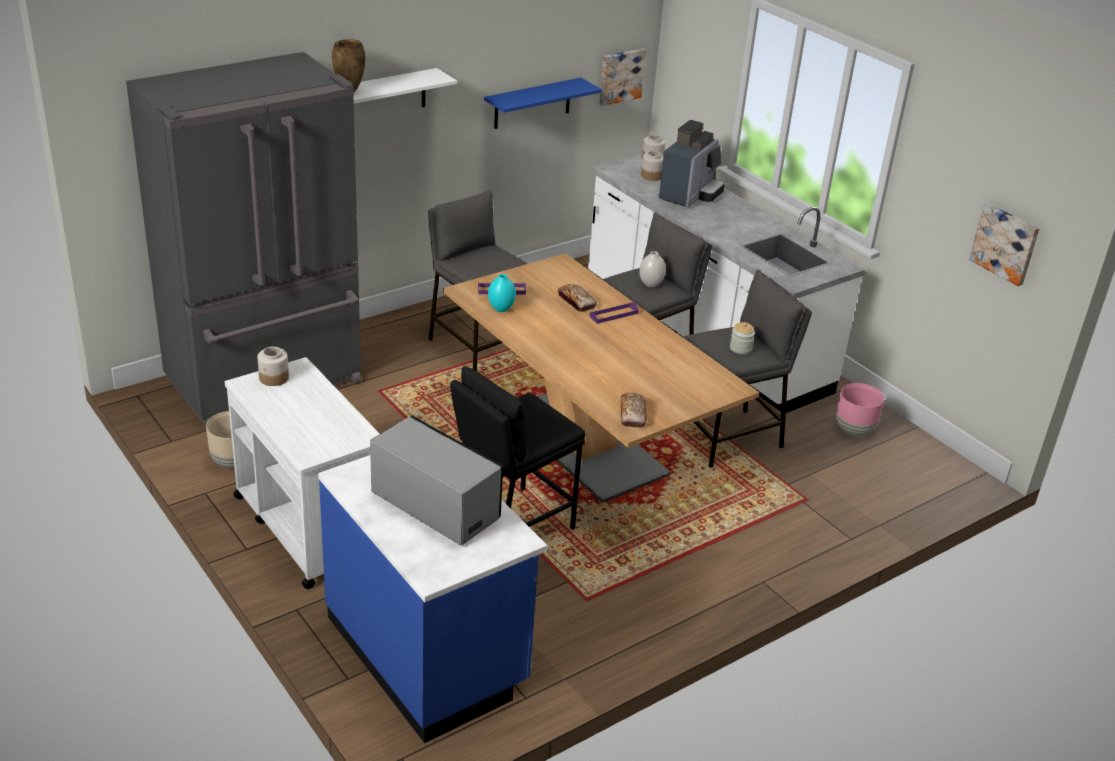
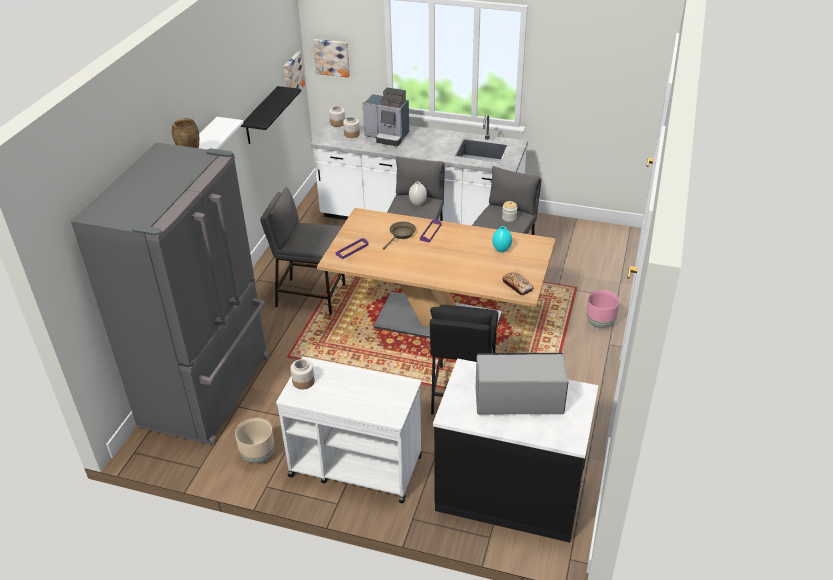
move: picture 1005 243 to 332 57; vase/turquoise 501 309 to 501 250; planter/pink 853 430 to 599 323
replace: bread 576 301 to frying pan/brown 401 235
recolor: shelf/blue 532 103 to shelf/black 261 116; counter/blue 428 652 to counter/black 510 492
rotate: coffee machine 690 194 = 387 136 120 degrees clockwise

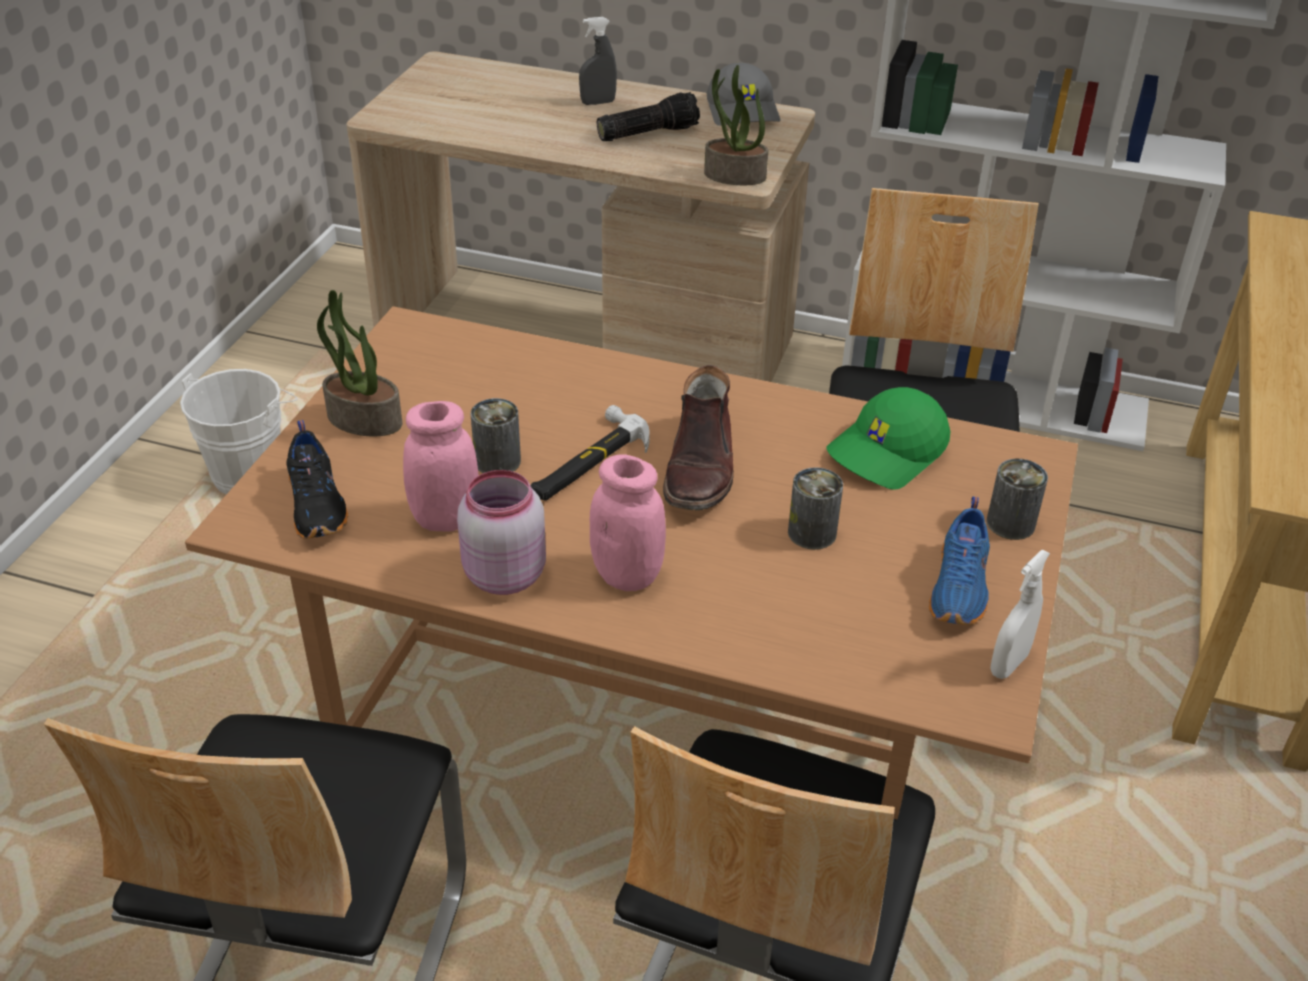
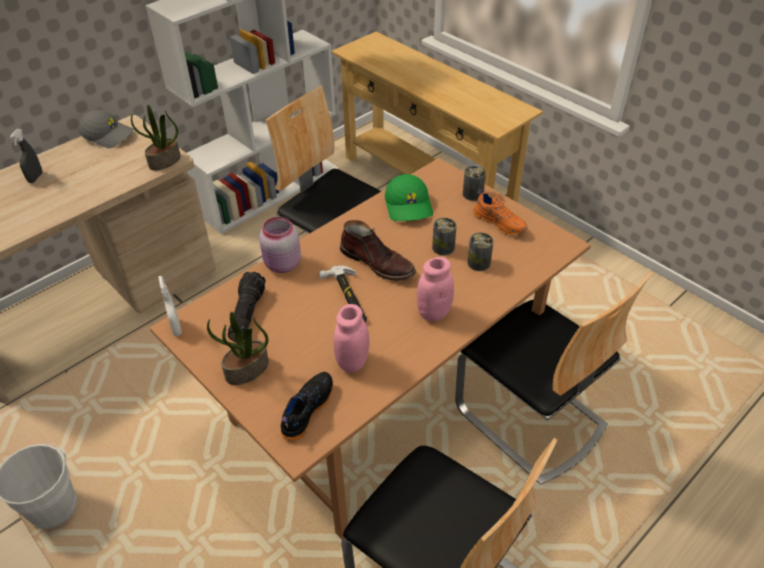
move: spray bottle/white 1009 664 to 176 328; flashlight 647 132 to 246 314; jar/pink 502 575 to 282 265; can 497 461 to 478 263
recolor: shoe/blue 961 588 to shoe/orange 500 222
rotate: shoe/black 318 505 = 306 410 75 degrees counterclockwise

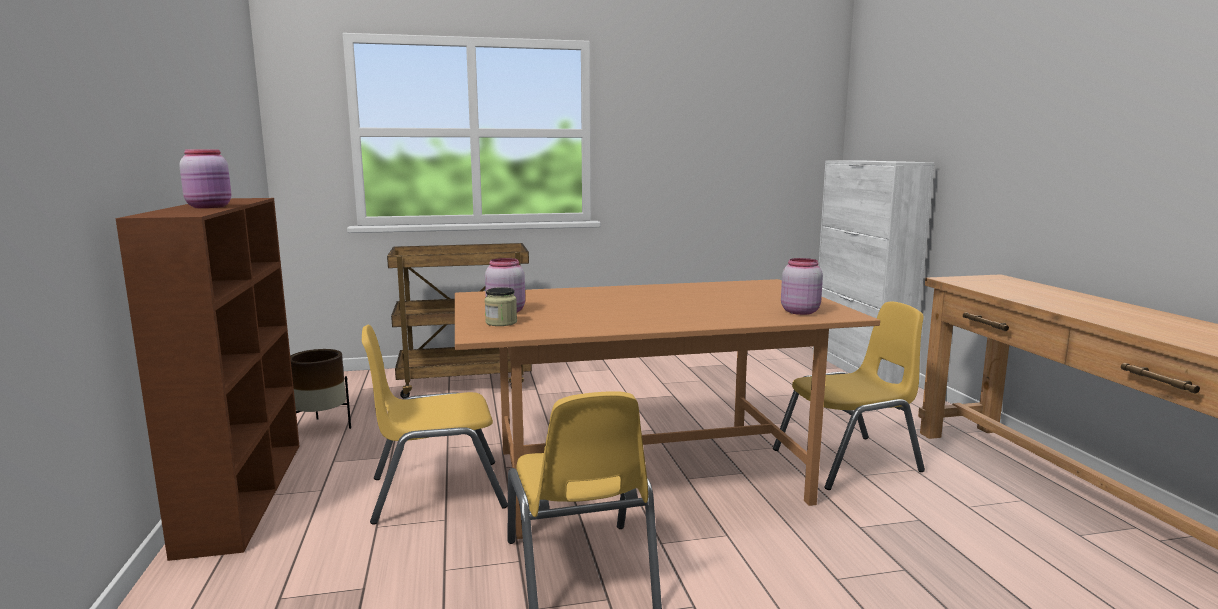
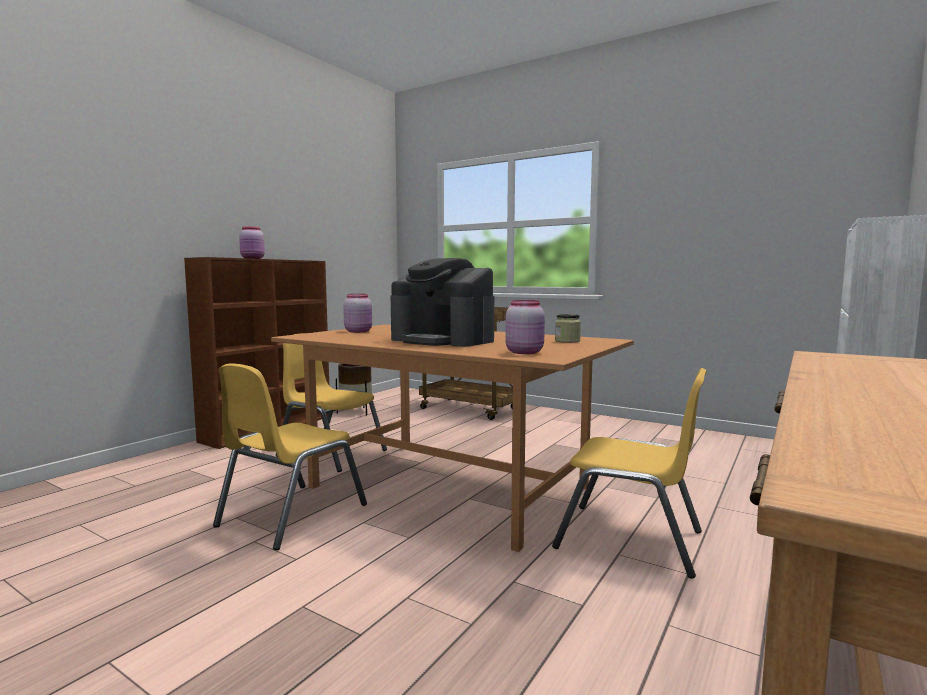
insert: coffee machine 443 340
move: jar 501 322 to 567 341

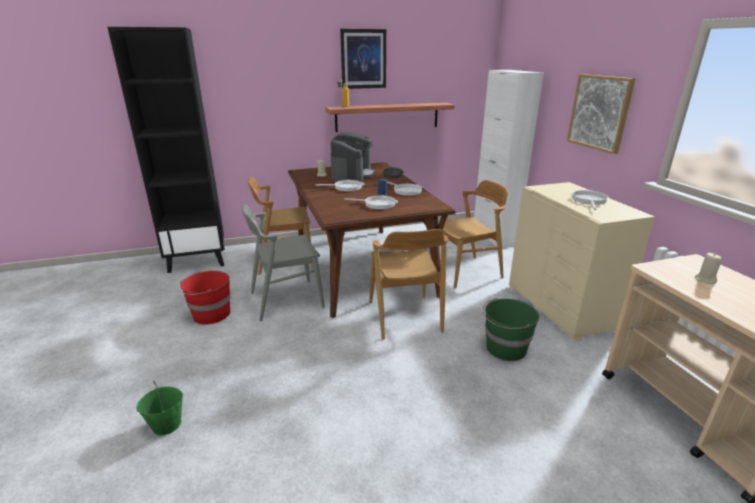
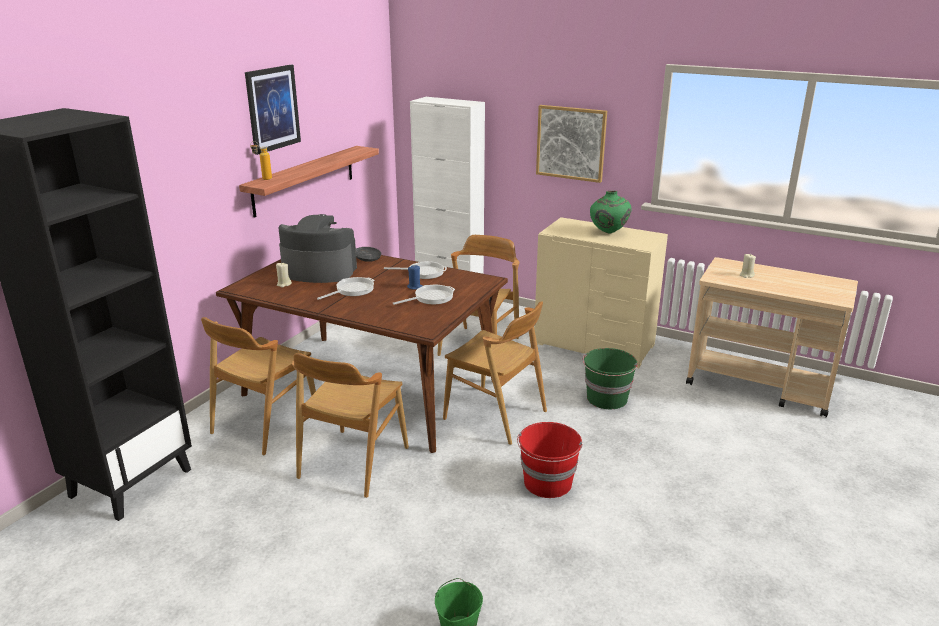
move: bucket/red 210 315 to 548 483
replace: frying pan 589 200 to vase/green 608 233
recolor: chair/grey 286 299 to chair/brown 353 462
rotate: coffee machine 352 174 = 319 271 45 degrees counterclockwise

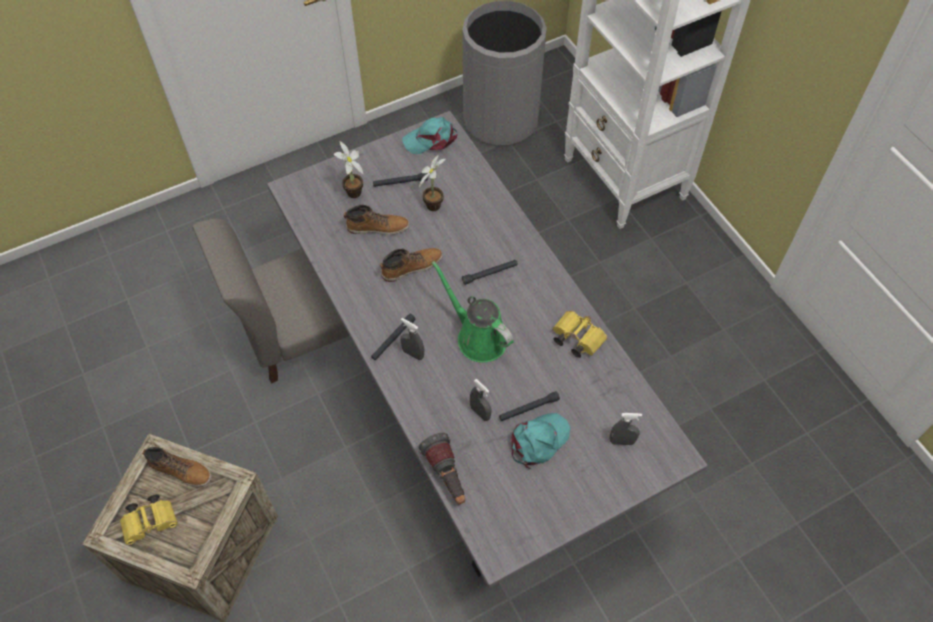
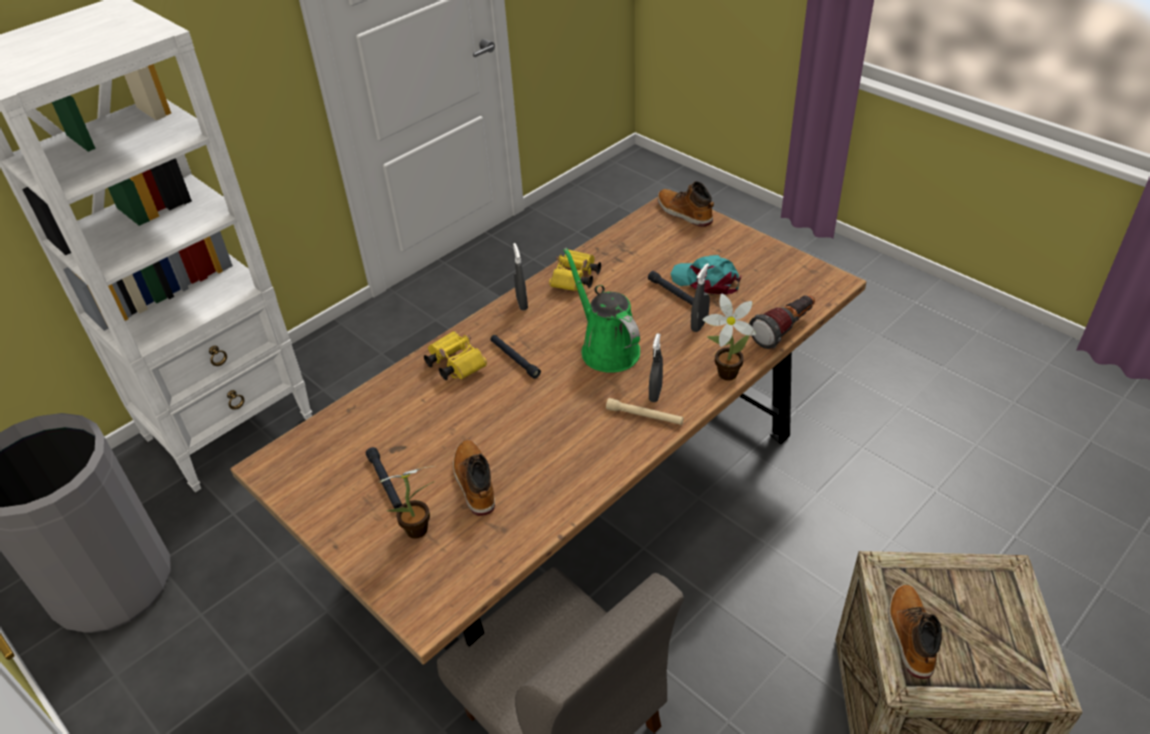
delete: cap/turquoise 431 139
move: binoculars/yellow 152 522 to 454 364; spray bottle/grey 622 441 to 522 303; boot 411 267 to 684 213; potted plant 434 204 to 724 373
recolor: dining table/grey 466 390 to dining table/brown 583 502; flashlight/black 393 339 to flashlight/beige 644 416
rotate: watering can/green 478 337 = 606 348 120 degrees clockwise

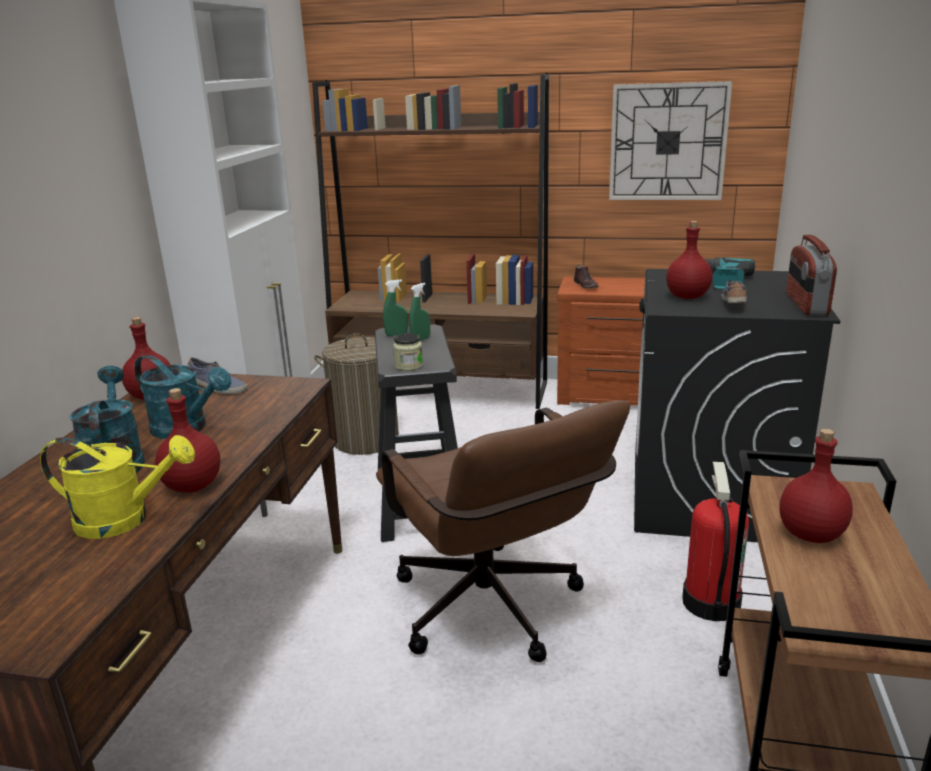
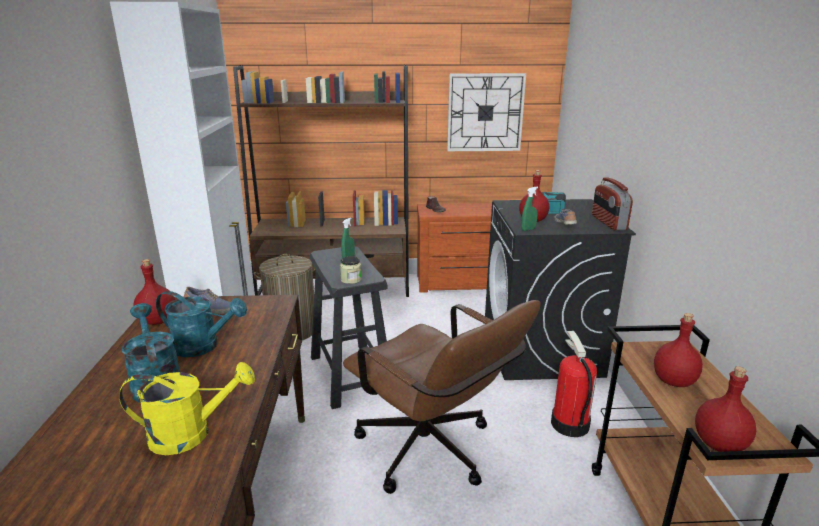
move: spray bottle/green 396 334 to 528 229; bottle/red 194 485 to 719 443

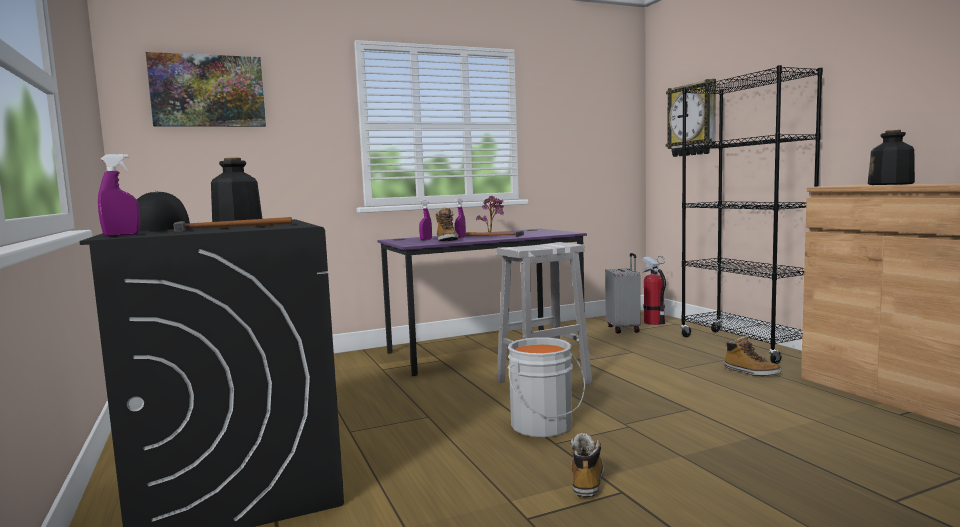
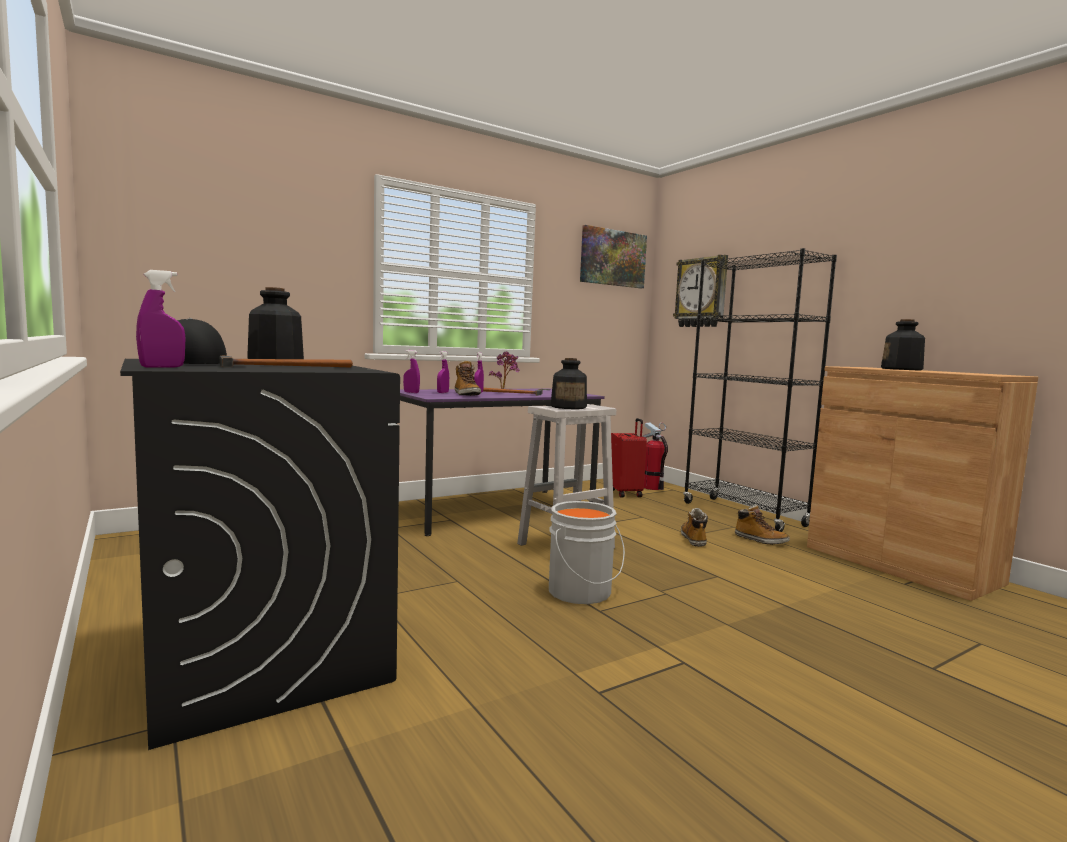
insert: spray bottle/purple 411 392; bottle 568 407
move: picture 208 91 to 612 258; boot 586 480 to 693 540
recolor: suitcase/grey 624 329 to suitcase/red 626 493

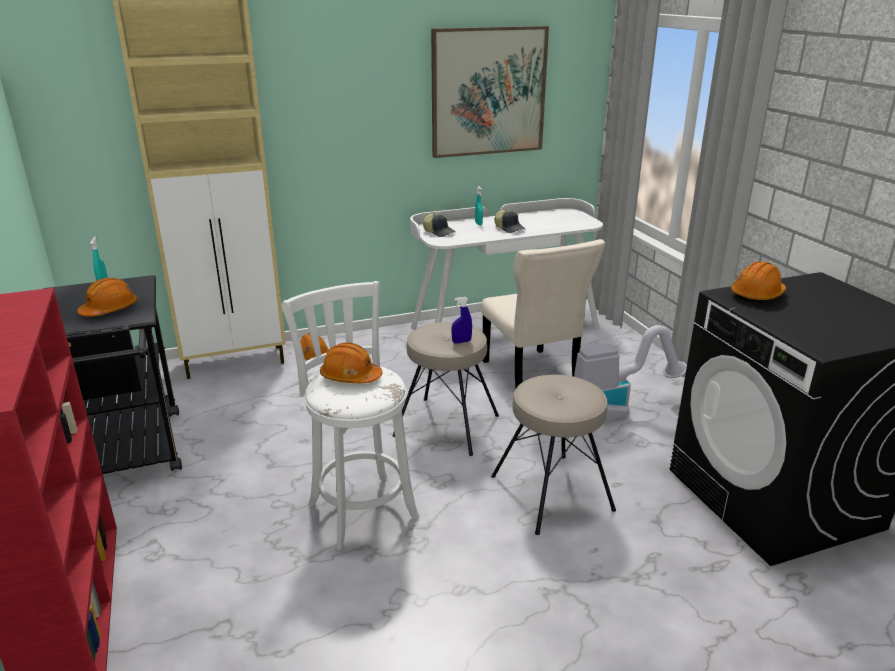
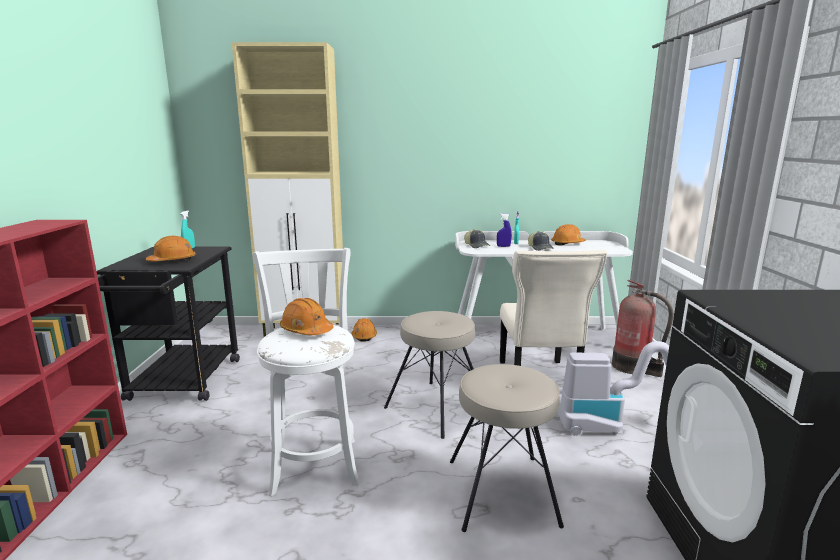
delete: picture 488 92
insert: fire extinguisher 633 367
move: spray bottle/blue 461 342 to 503 246; hard hat/orange 757 295 to 567 244

